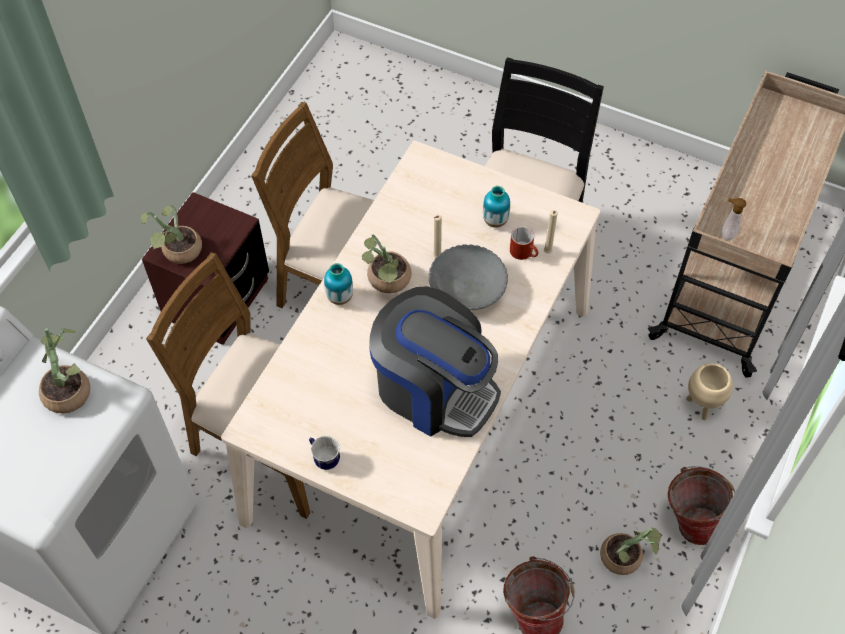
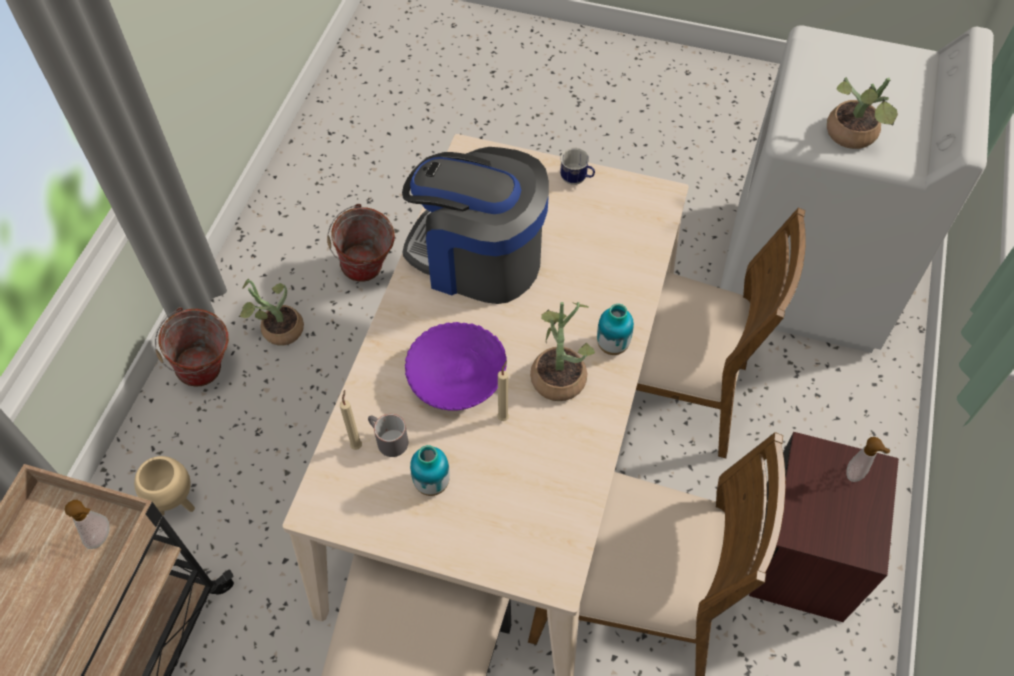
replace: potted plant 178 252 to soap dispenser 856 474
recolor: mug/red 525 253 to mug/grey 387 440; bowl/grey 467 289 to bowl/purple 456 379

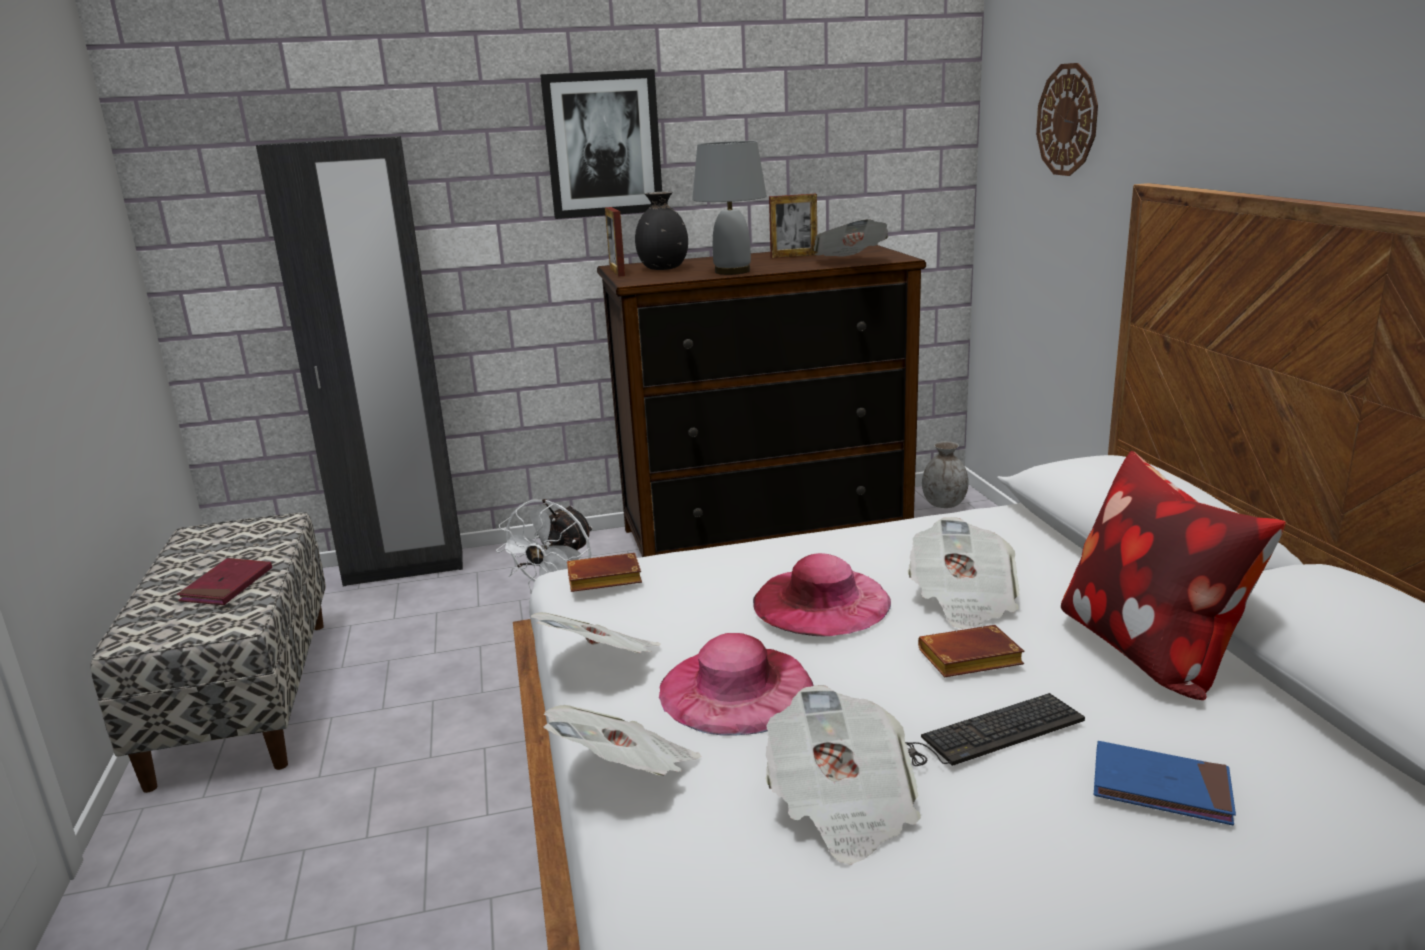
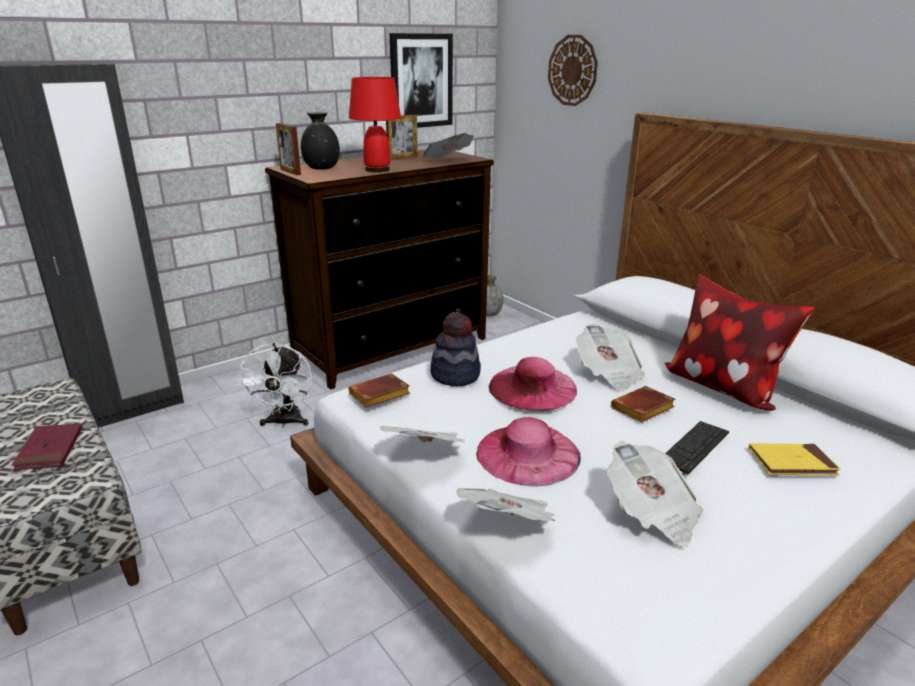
insert: hat 455 375
move: picture 603 144 to 421 81
recolor: table lamp/grey 732 271 to table lamp/red 377 169; book/blue 1161 788 to book/yellow 791 463

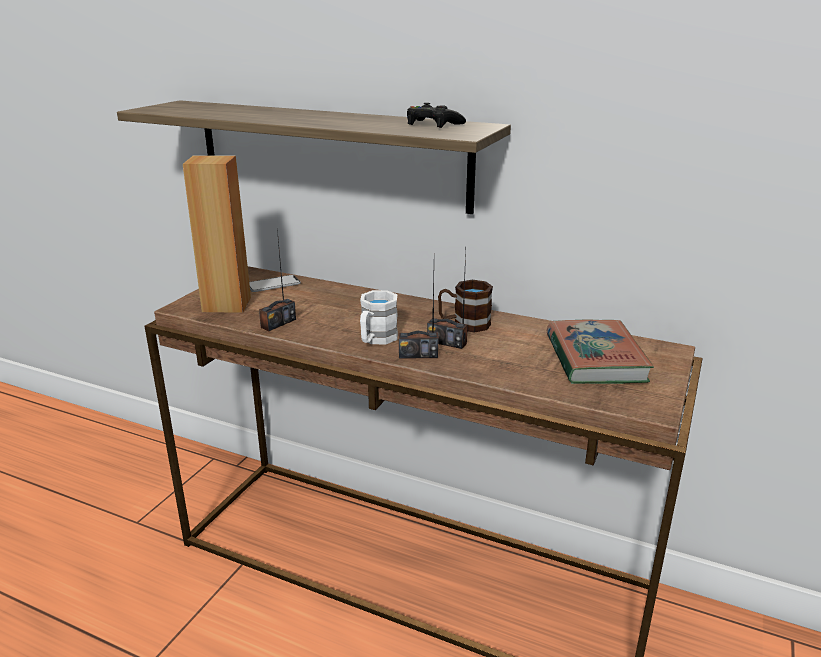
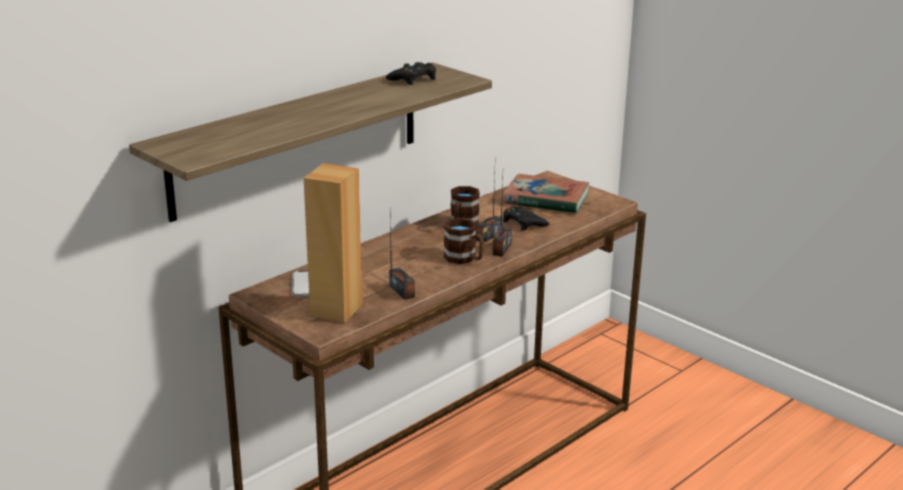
insert: game controller/black 523 223
recolor: mug/white 376 339 to mug/brown 464 259

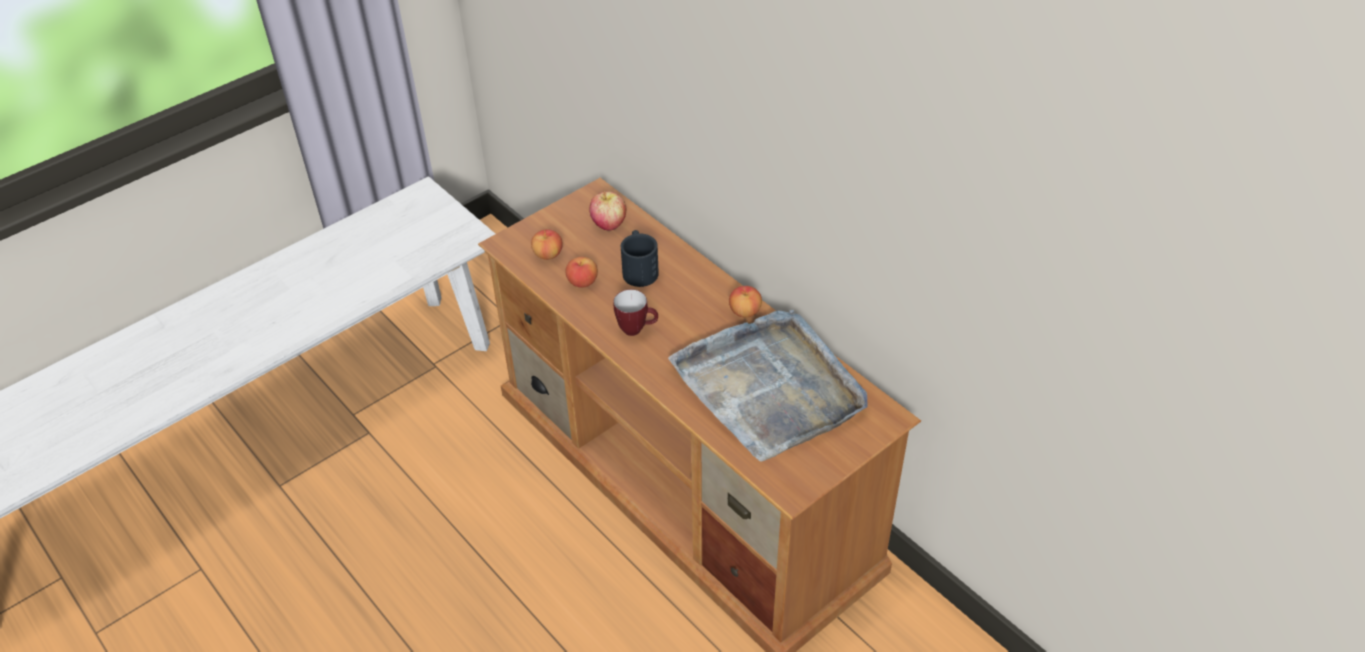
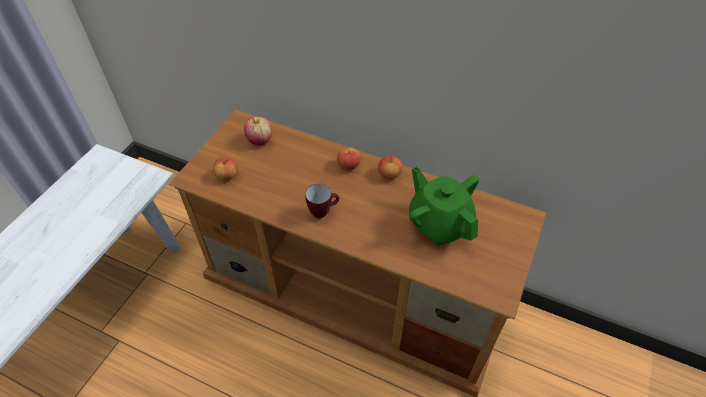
delete: mug/black 639 268
move: apple 582 282 to 348 165
replace: tray/grey 770 387 to teapot/green 439 223

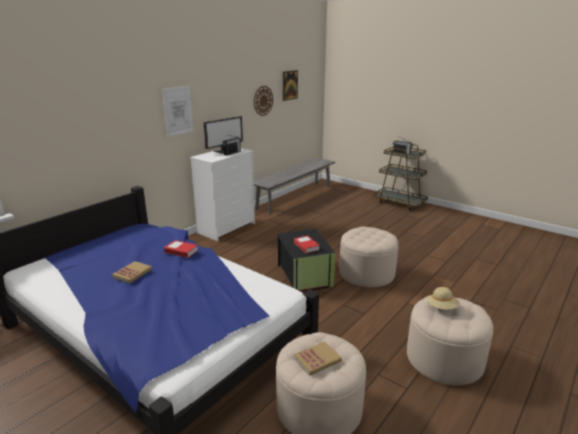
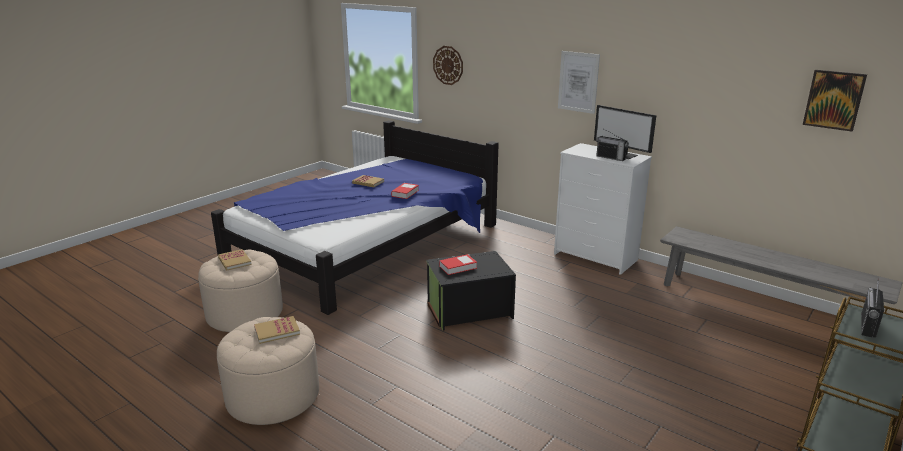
delete: ottoman/beige 366 273
move: wall clock 263 100 to 448 65
replace: hat/beige 442 308 to book 277 331

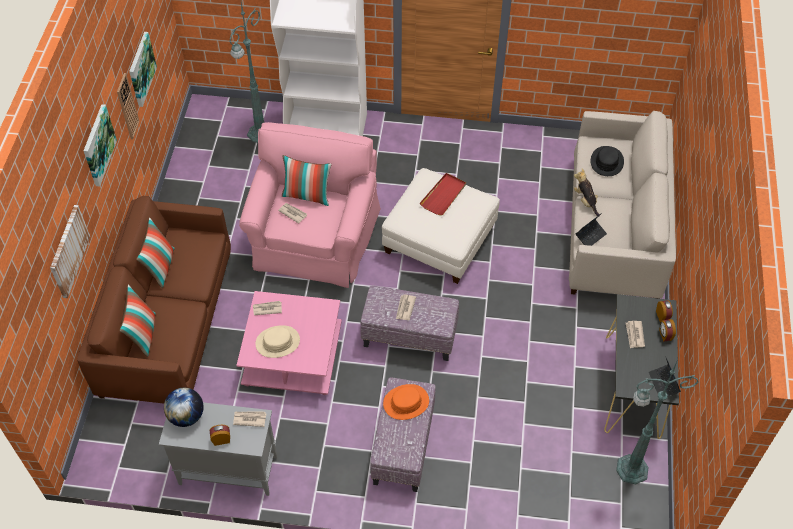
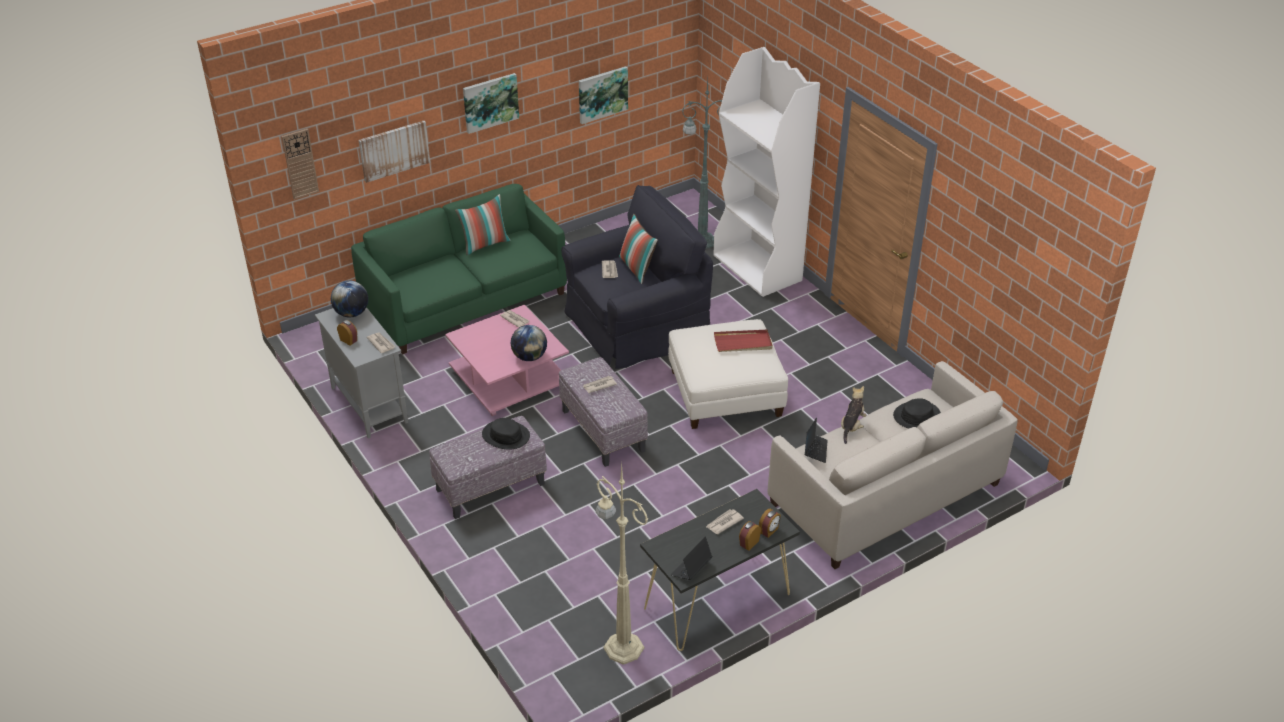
delete: pillow 143 334; hat/beige 277 342
insert: globe 529 357
move: wall clock 127 106 to 300 164
recolor: sofa/brown 167 323 to sofa/green 465 301; hat/orange 406 402 to hat/black 506 435; armchair/pink 313 238 to armchair/black 635 325; floor lamp/green 630 469 to floor lamp/beige 622 646
rotate: laptop 590 236 = 815 450 90 degrees counterclockwise

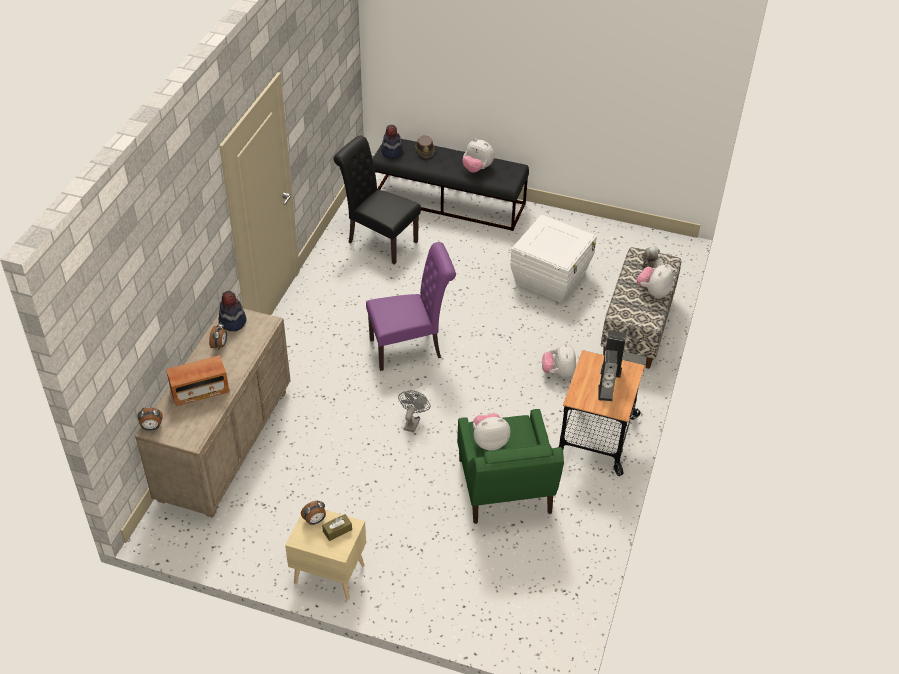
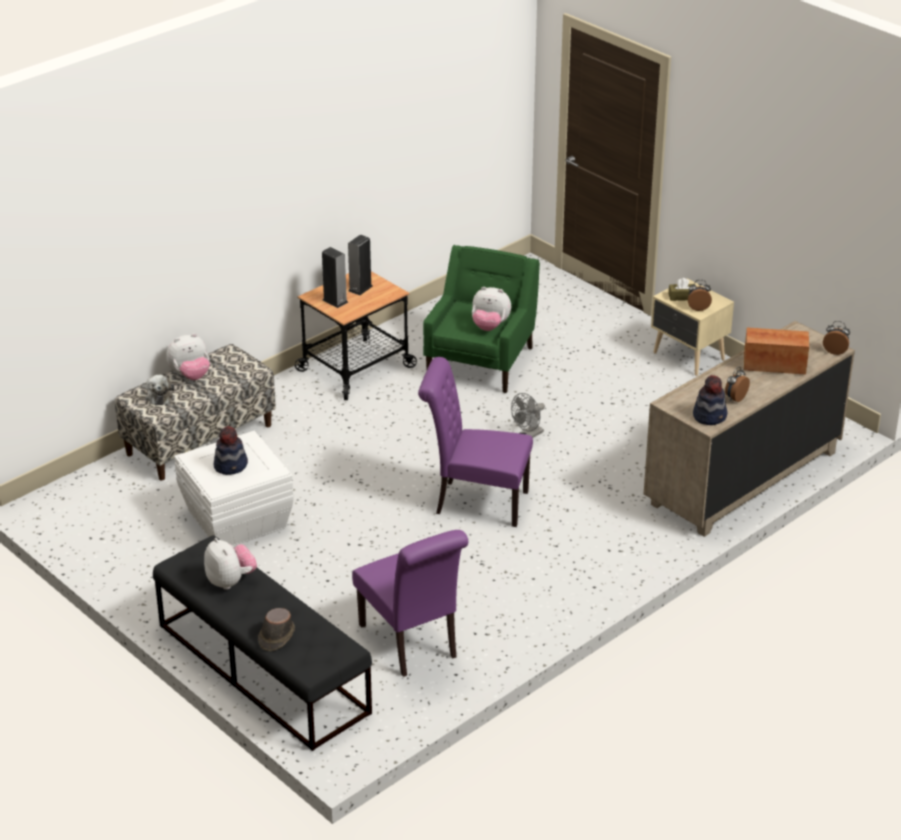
delete: plush toy 558 373
move: hat 391 152 to 231 465
recolor: chair/black 378 240 to chair/purple 412 644

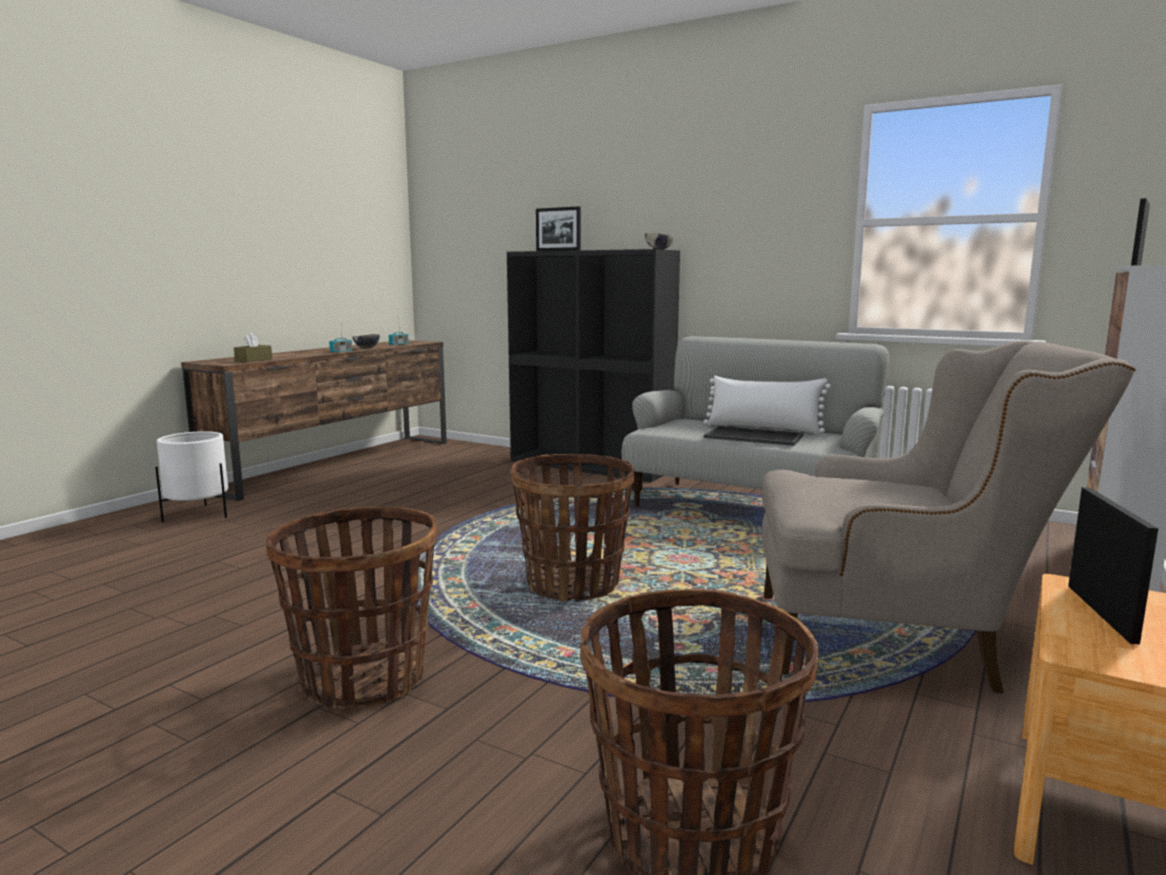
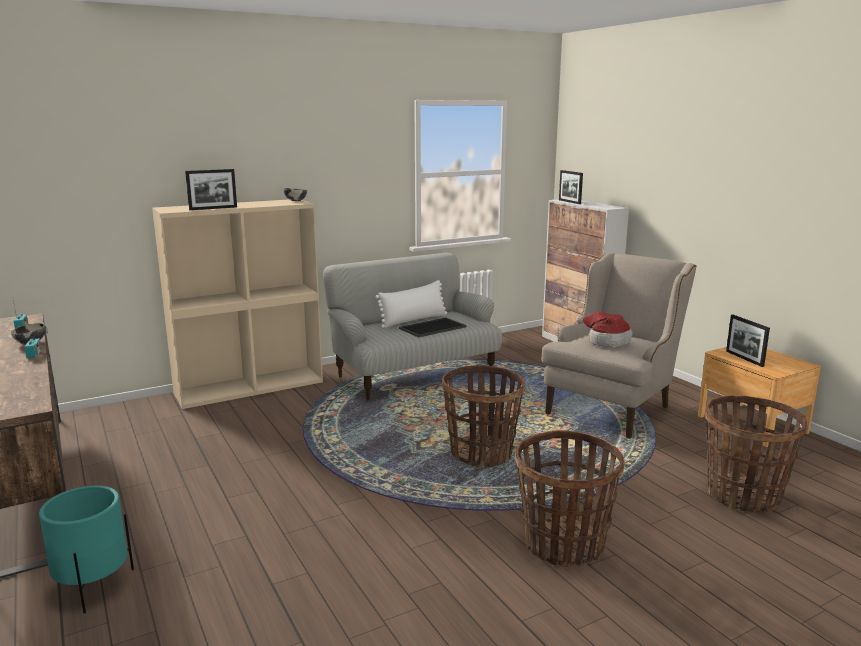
delete: tissue box/brown 253 360
insert: hat 606 341
recolor: planter/white 198 514 to planter/turquoise 93 586; bookcase/black 592 465 to bookcase/beige 250 387
rotate: picture frame 1101 612 = 744 358 150 degrees counterclockwise

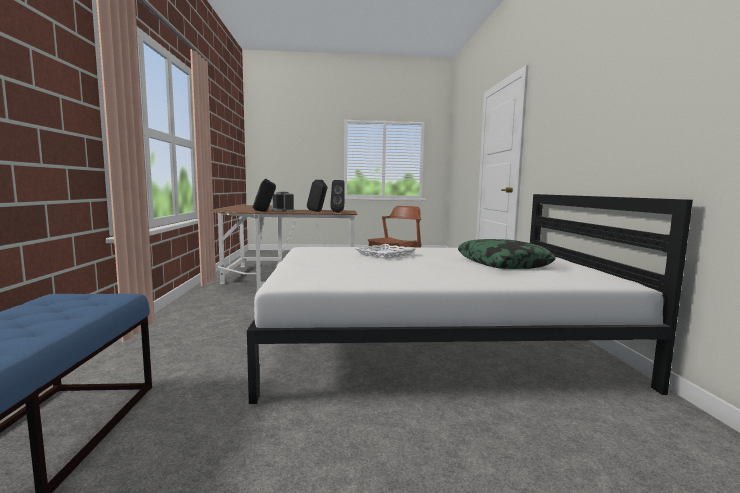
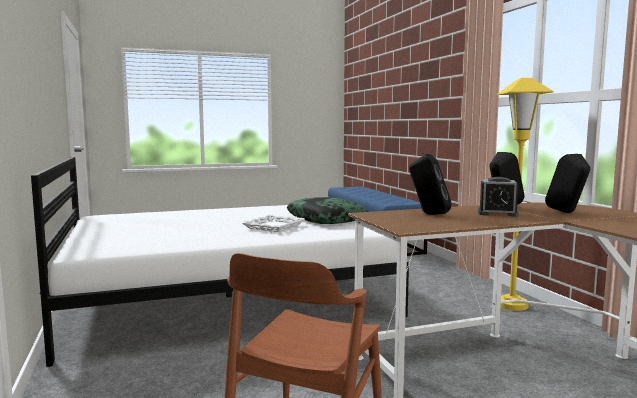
insert: floor lamp/yellow 511 305
move: pillow 503 263 to 325 219; speaker/black 338 212 to 567 213

